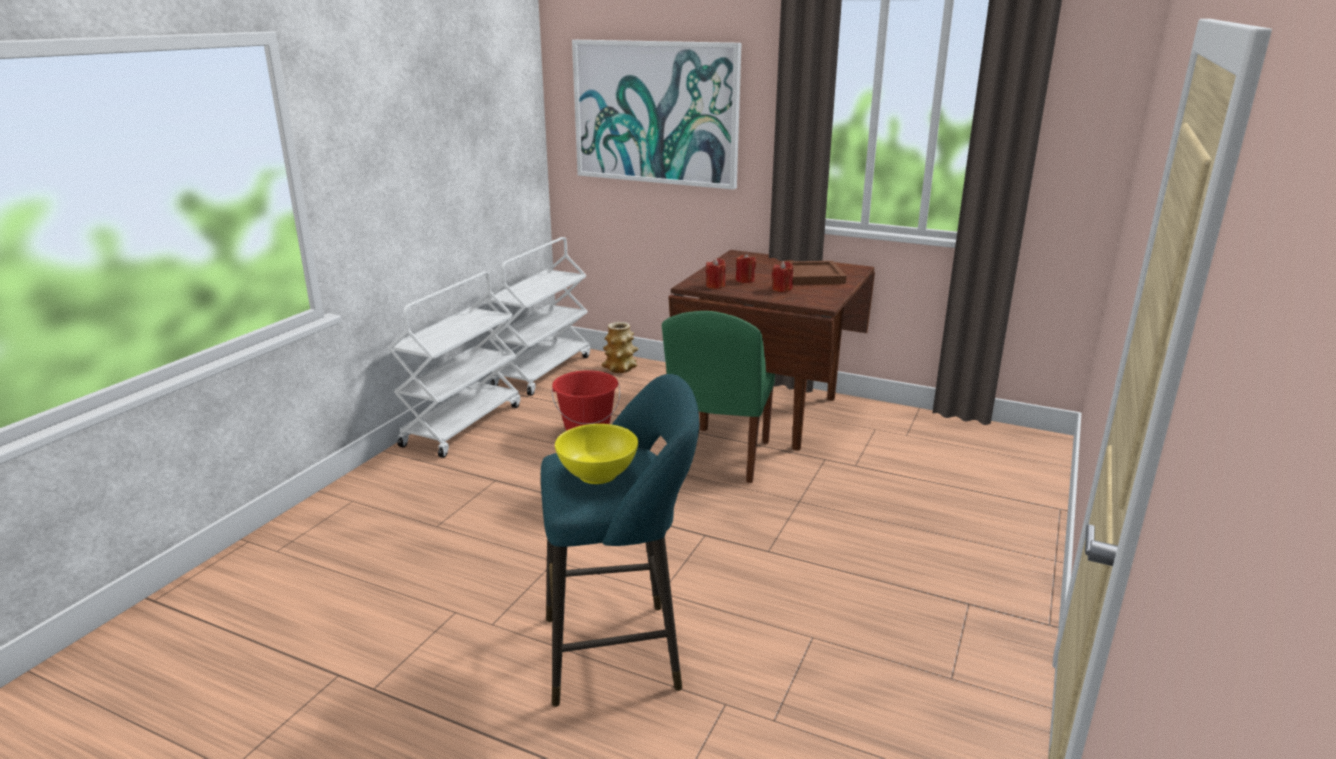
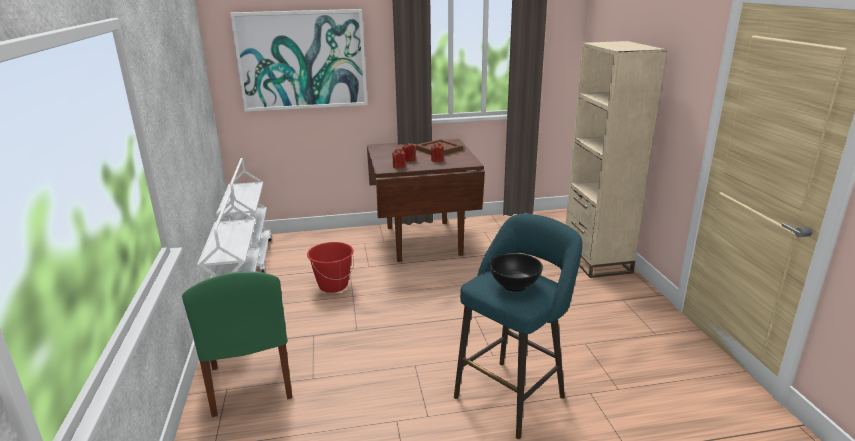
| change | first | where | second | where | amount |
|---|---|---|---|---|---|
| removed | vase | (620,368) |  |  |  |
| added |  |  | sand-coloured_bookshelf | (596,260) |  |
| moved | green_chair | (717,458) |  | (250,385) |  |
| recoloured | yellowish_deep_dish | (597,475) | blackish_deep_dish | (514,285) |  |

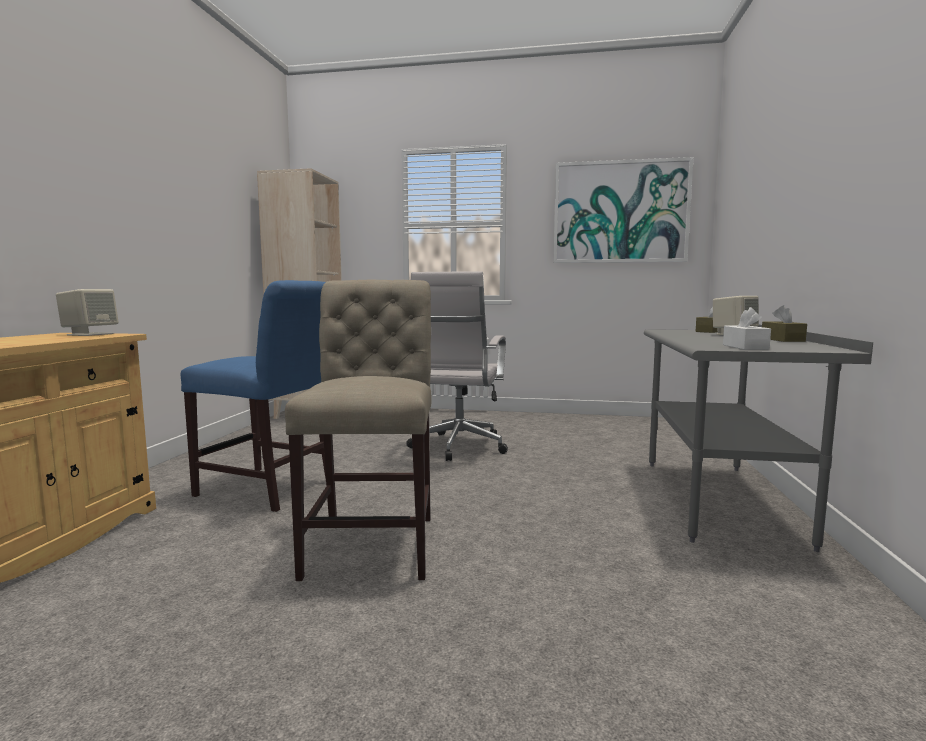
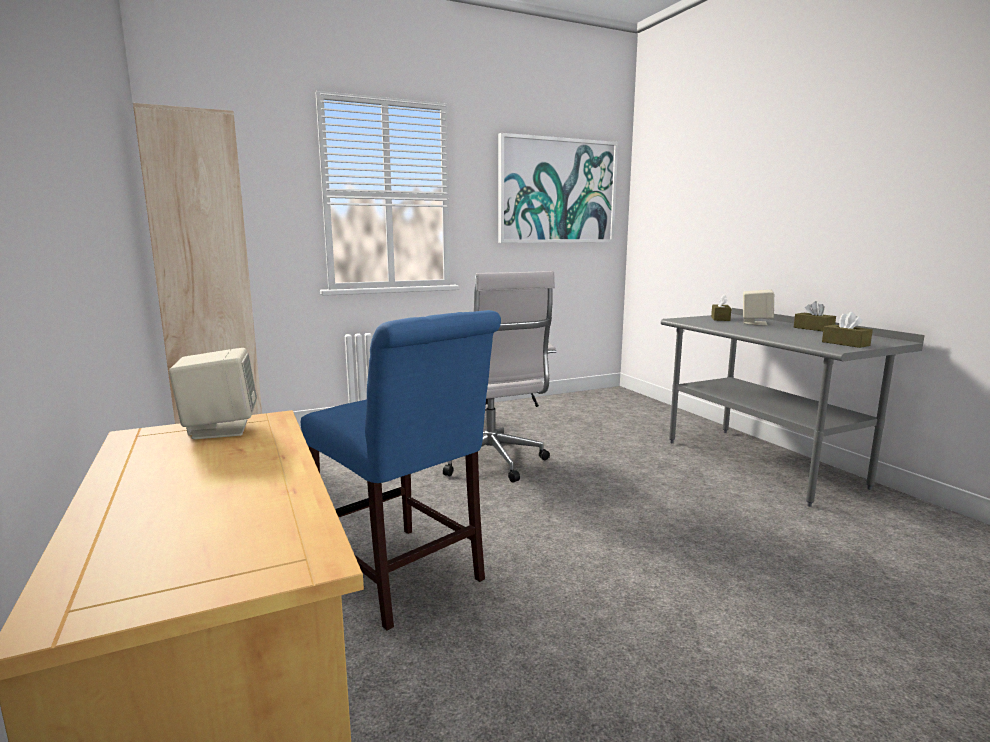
| change | first | where | second | where | amount |
|---|---|---|---|---|---|
| removed | sand-coloured_chair | (374,541) |  |  |  |
| recoloured | white-coloured_tissue_box | (745,347) | brownish_tissue_box | (845,343) |  |
| turned | blue_chair | (271,489) |  | (403,578) | 60 degrees clockwise |

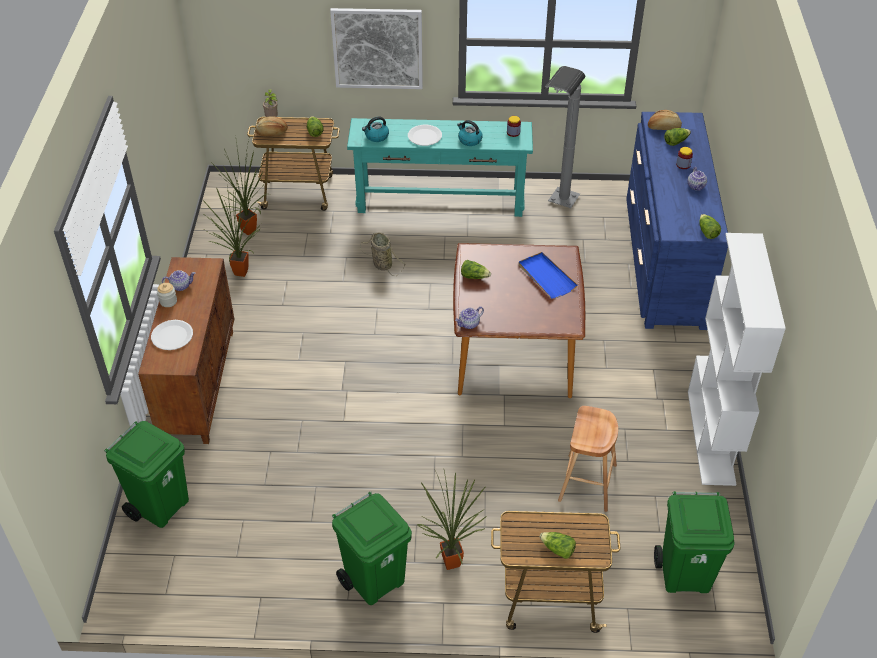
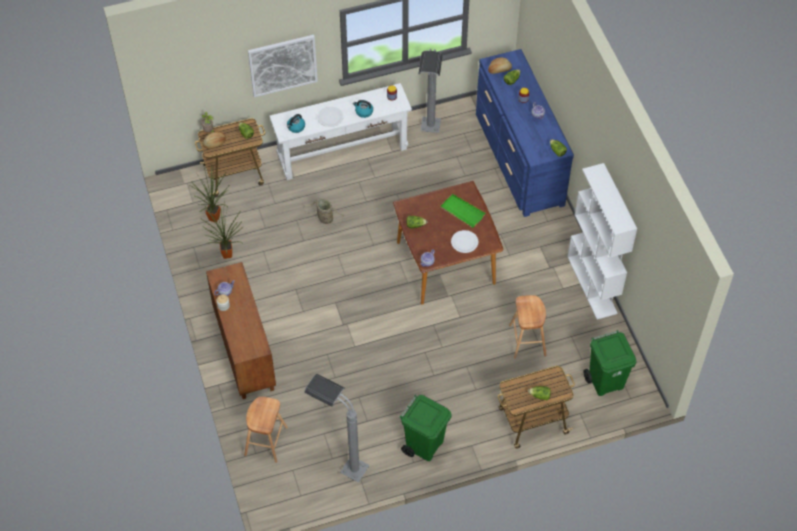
| change | first | where | second | where | amount |
|---|---|---|---|---|---|
| removed | houseplant | (451,560) |  |  |  |
| added |  |  | grey_floor_lamp | (340,463) |  |
| moved | white-coloured_flat_dish | (172,336) |  | (464,242) |  |
| replaced | green_rubbish_bin | (161,506) | brownish_stool | (266,441) |  |
| recoloured | turquoise_hall_table | (440,201) | white-coloured_hall_table | (342,152) |  |
| recoloured | blue_serving_tray | (546,277) | green_serving_tray | (462,211) |  |

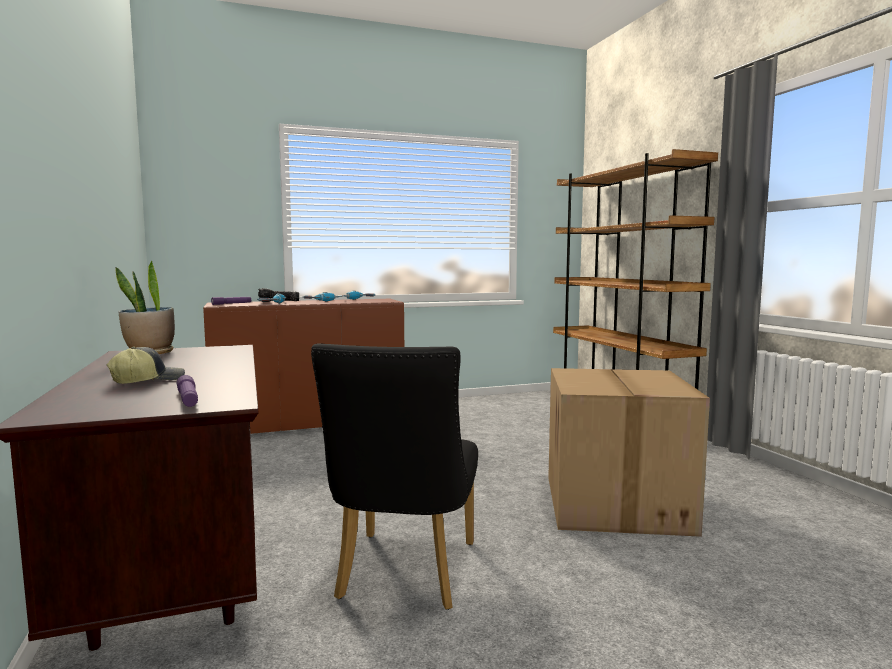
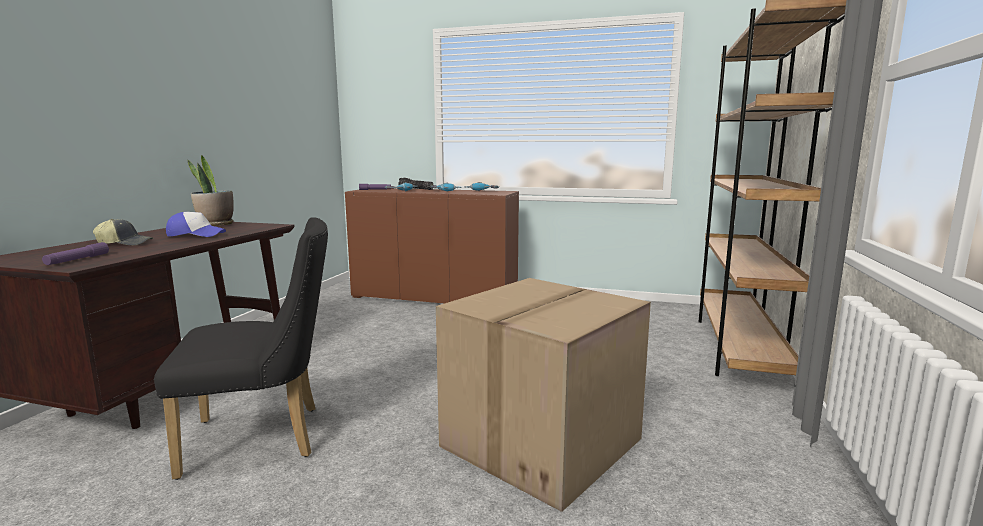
| change | first | where | second | where | amount |
|---|---|---|---|---|---|
| added |  |  | peaked_cap | (196,235) |  |
| turned | blackish_chair | (404,576) |  | (265,438) | 150 degrees counterclockwise |

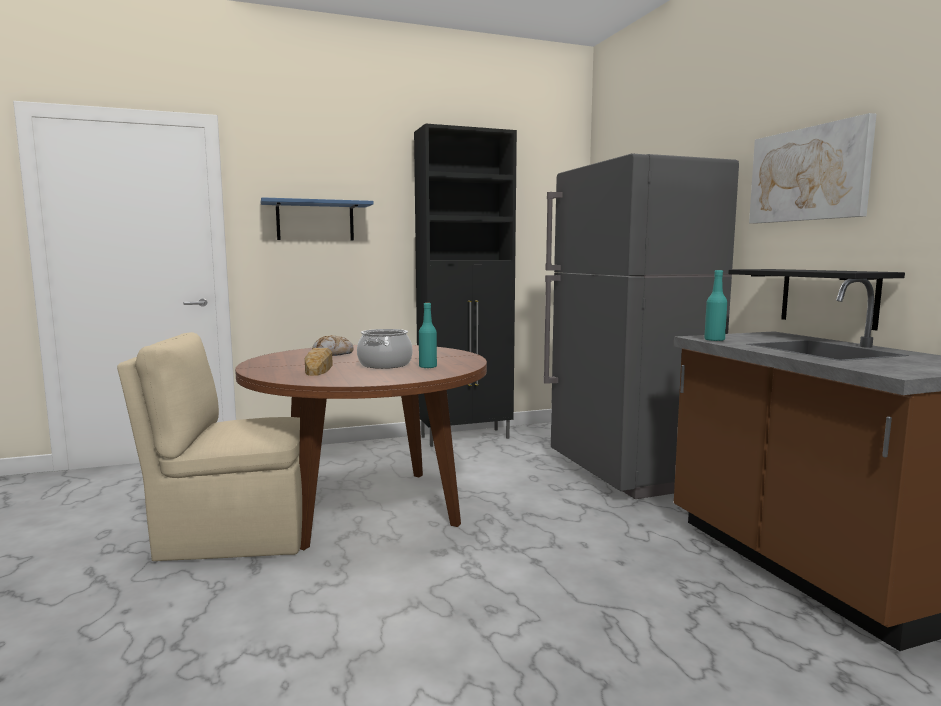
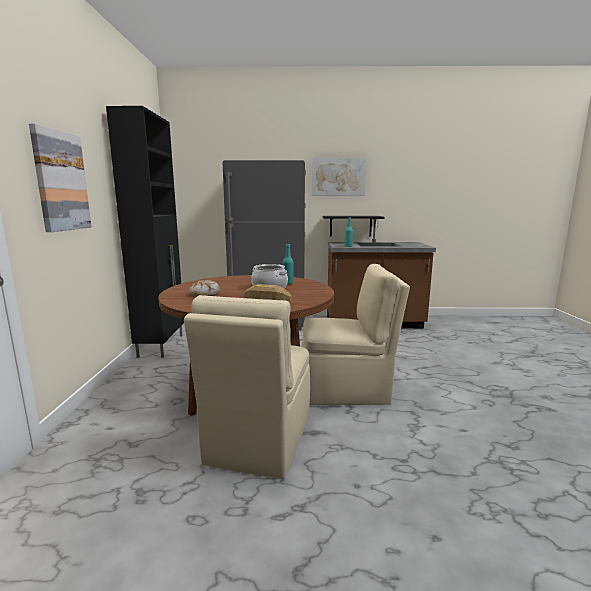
| change | first | where | second | where | amount |
|---|---|---|---|---|---|
| added |  |  | sand-coloured_chair | (347,390) |  |
| replaced | blue_bracket_shelf | (315,221) | wall_picture | (61,181) |  |

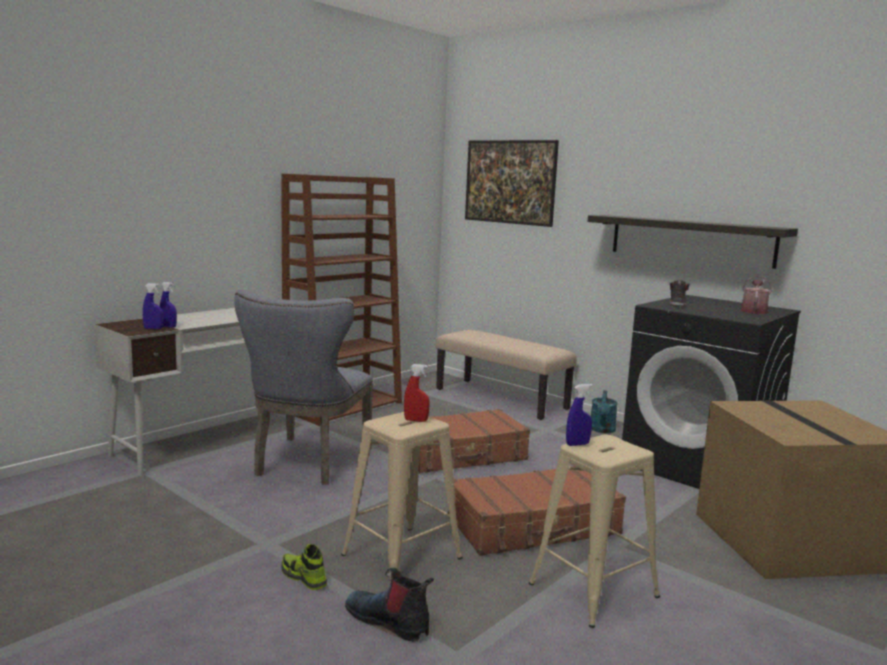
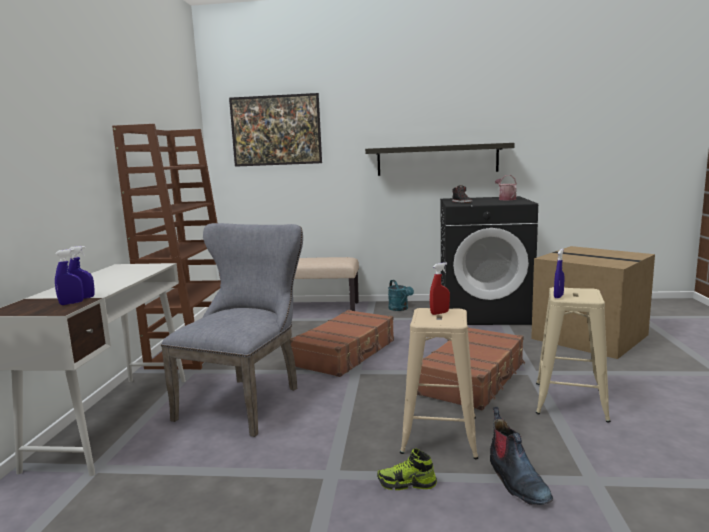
| change | first | where | second | where | amount |
|---|---|---|---|---|---|
| turned | grey_chair | (308,464) |  | (246,400) | 135 degrees counterclockwise |
| turned | boot | (389,621) |  | (516,481) | 105 degrees counterclockwise |

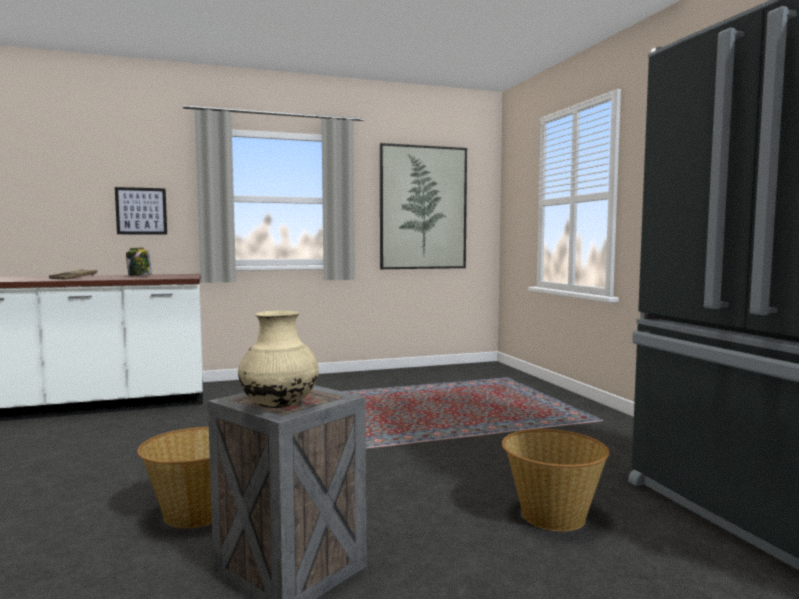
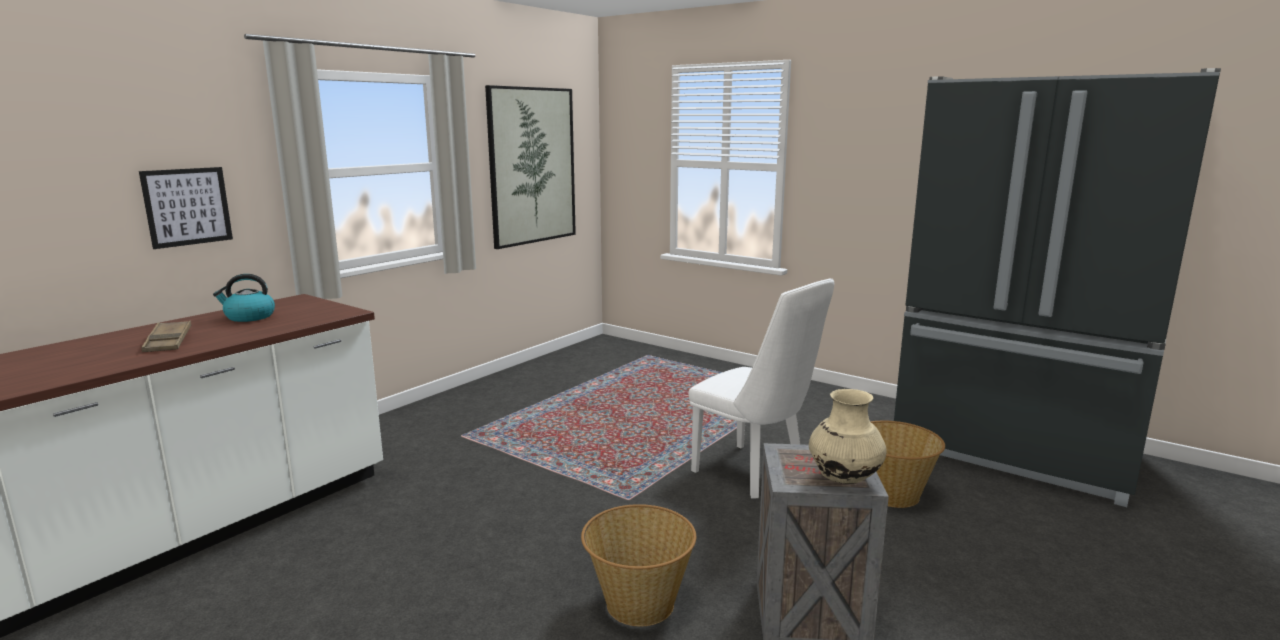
| change | first | where | second | where | amount |
|---|---|---|---|---|---|
| added |  |  | white-coloured_chair | (756,473) |  |
| replaced | storage_jar | (139,276) | water_kettle | (249,317) |  |

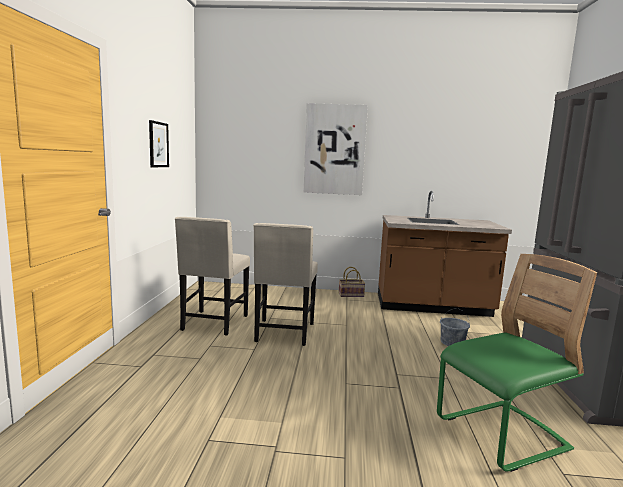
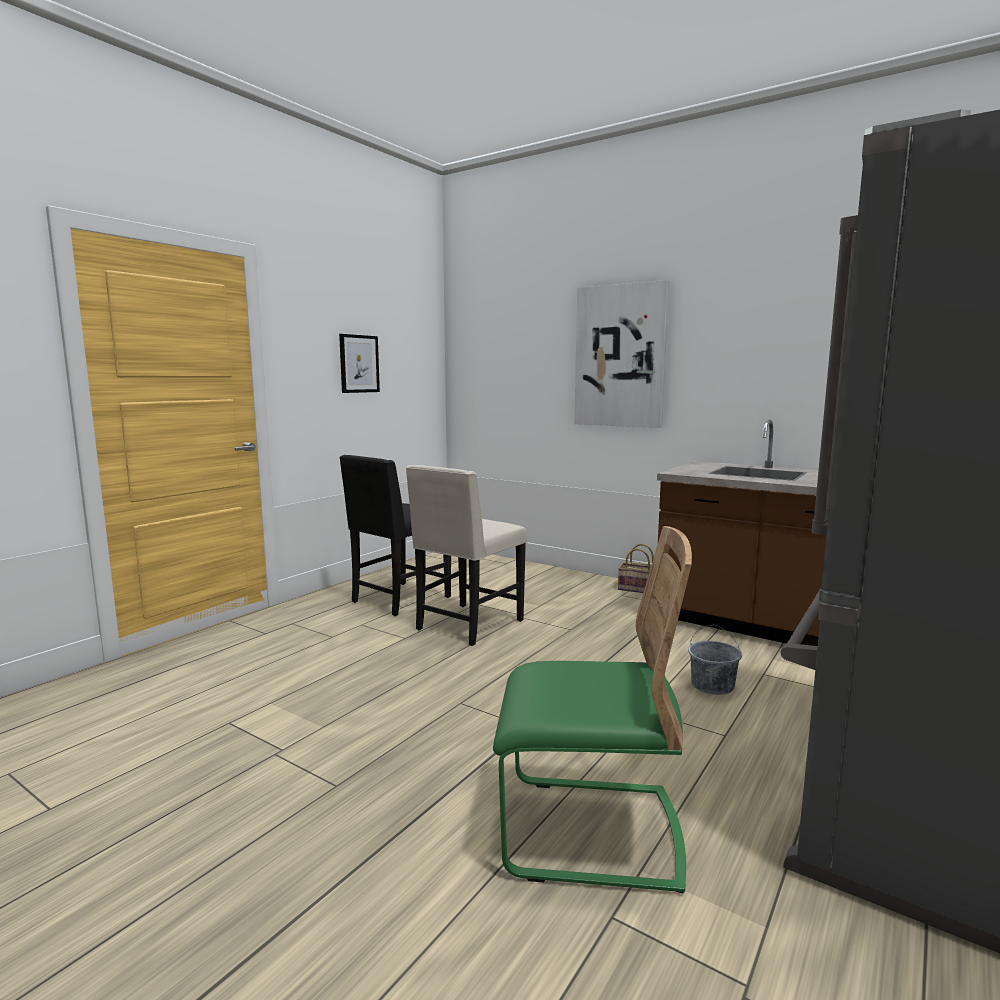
| change | first | where | second | where | amount |
|---|---|---|---|---|---|
| recoloured | sand-coloured_chair | (213,323) | blackish_chair | (399,600) |  |

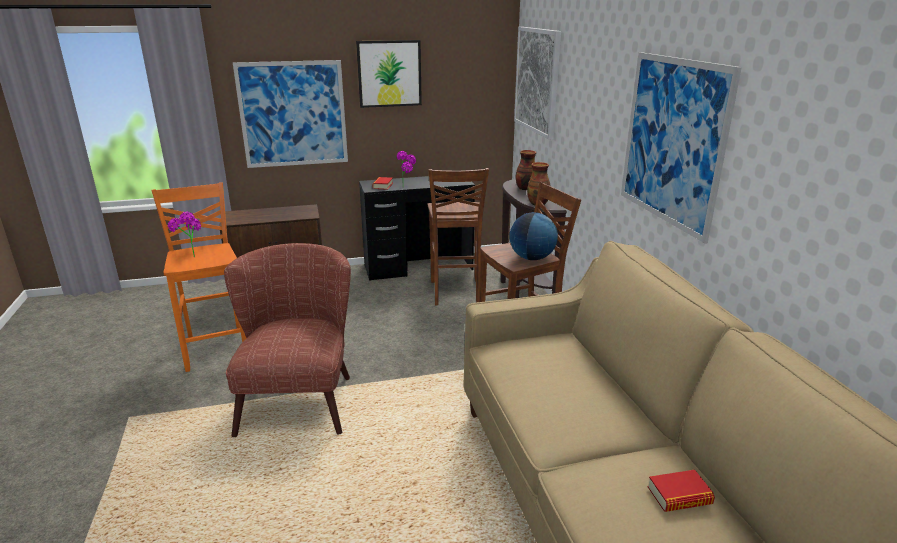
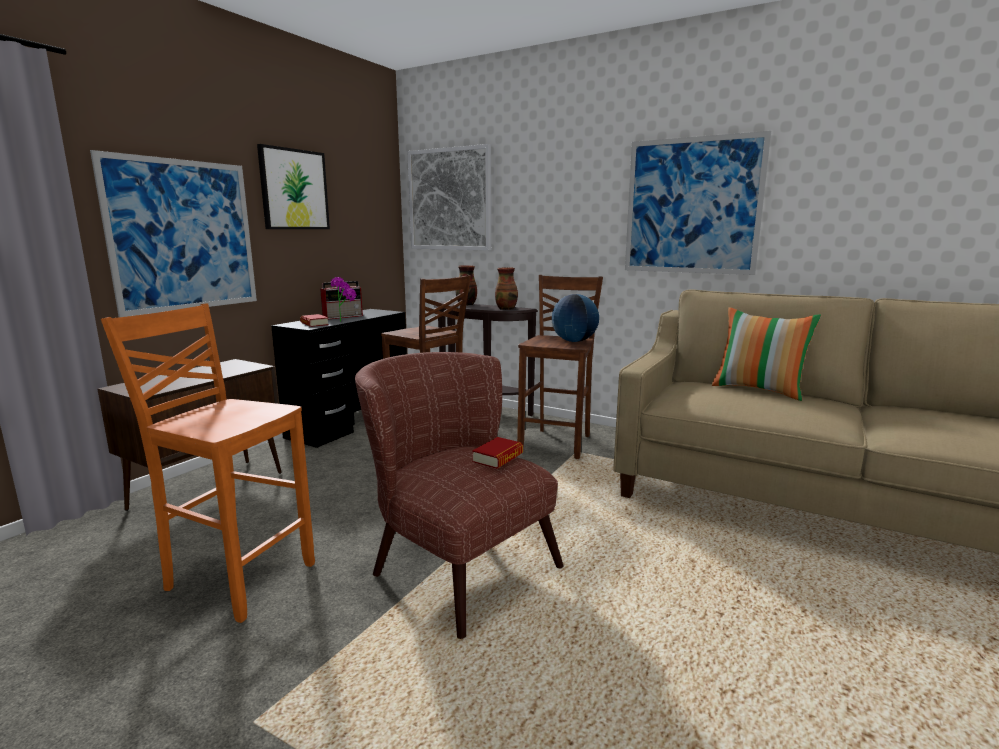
| change | first | where | second | where | amount |
|---|---|---|---|---|---|
| removed | houseplant | (190,255) |  |  |  |
| added |  |  | radio_set | (343,316) |  |
| added |  |  | pillow | (759,390) |  |
| moved | book | (679,496) |  | (498,458) |  |

